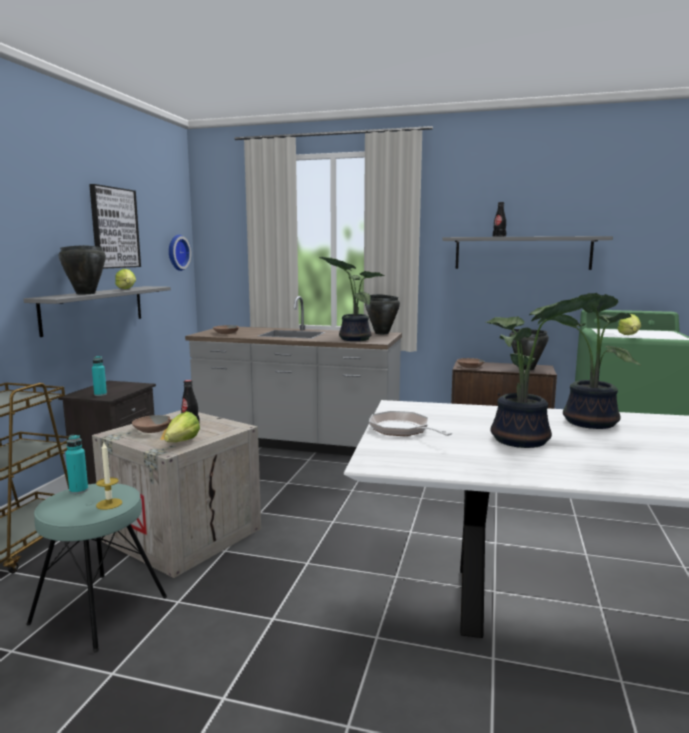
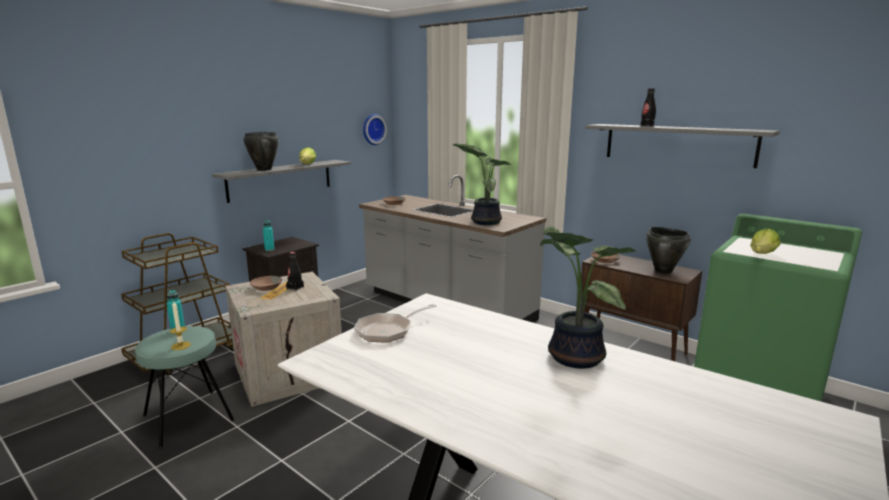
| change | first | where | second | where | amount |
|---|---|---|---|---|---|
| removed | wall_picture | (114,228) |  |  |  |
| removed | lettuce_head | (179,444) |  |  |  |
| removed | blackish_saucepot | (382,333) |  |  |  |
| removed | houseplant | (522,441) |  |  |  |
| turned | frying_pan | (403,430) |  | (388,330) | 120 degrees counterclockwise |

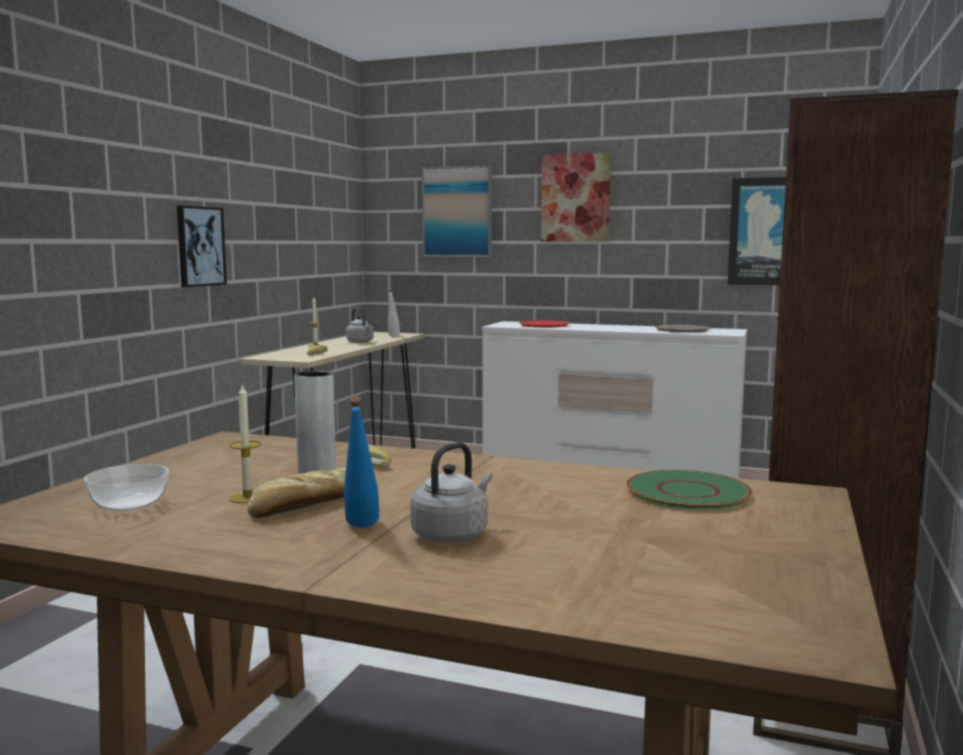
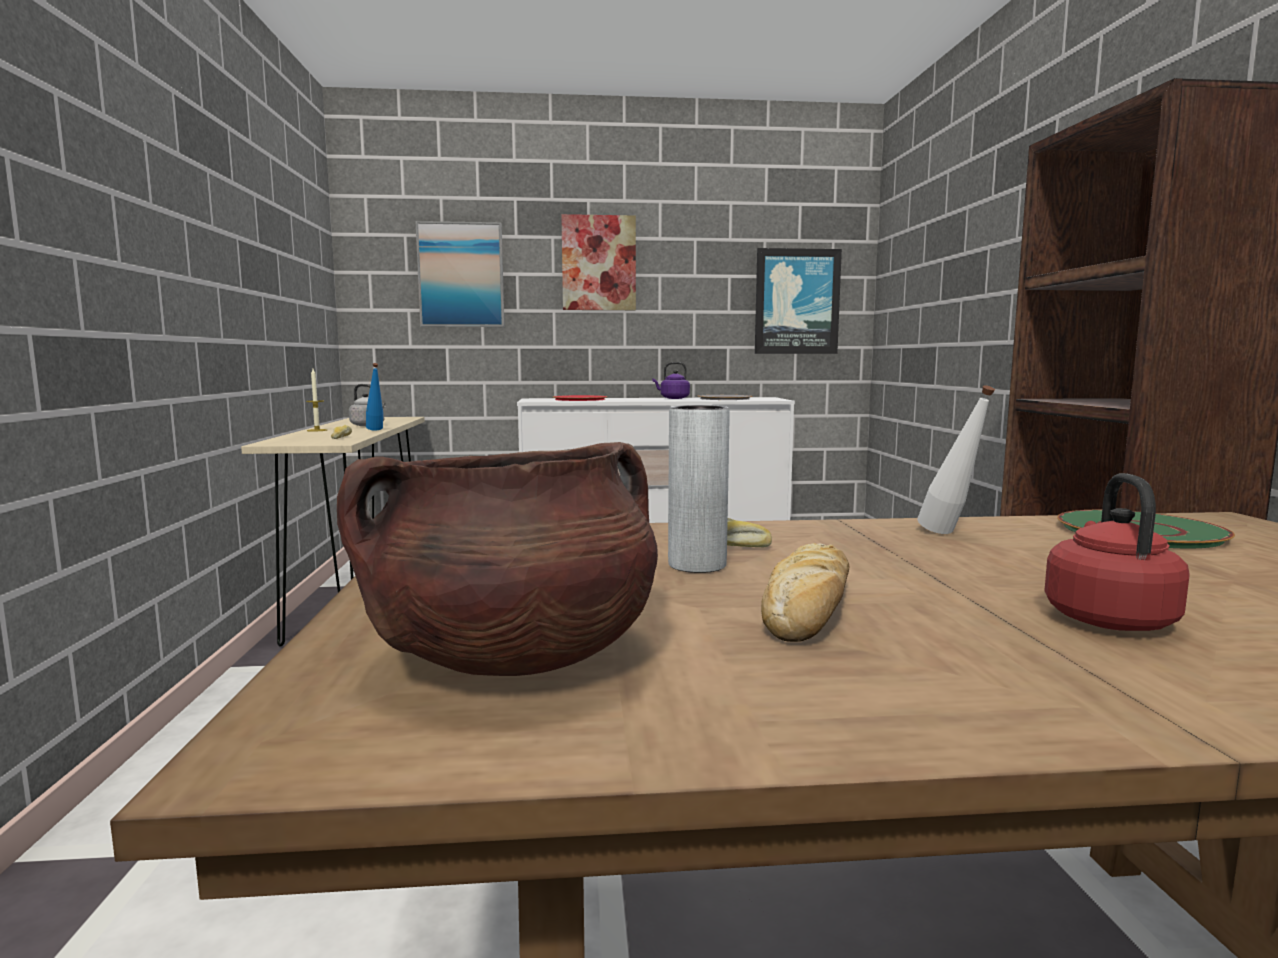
| change | first | where | second | where | amount |
|---|---|---|---|---|---|
| removed | wall_picture | (200,246) |  |  |  |
| removed | wax_candle | (247,497) |  |  |  |
| added |  |  | purplish_water_kettle | (673,398) |  |
| moved | blue_beverage_bottle | (361,529) |  | (376,430) |  |
| moved | white-coloured_beverage_bottle | (393,336) |  | (951,535) |  |
| replaced | deep_dish | (128,504) | brownish_saucepot | (514,657) |  |
| recoloured | grey_water_kettle | (452,535) | red-coloured_water_kettle | (1107,618) |  |

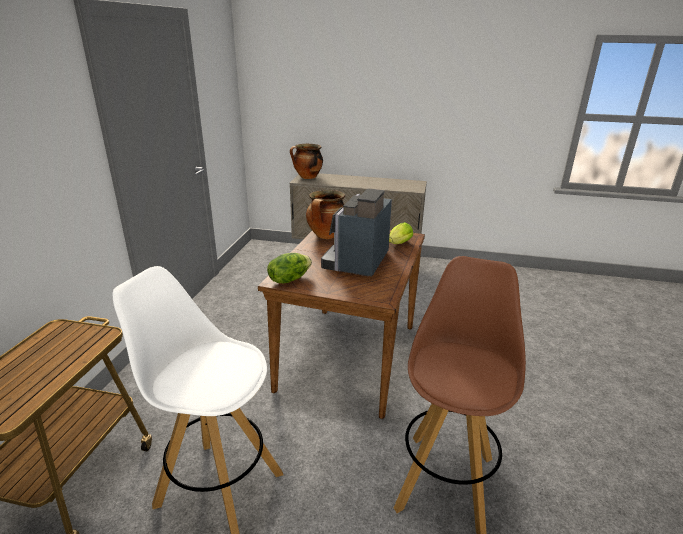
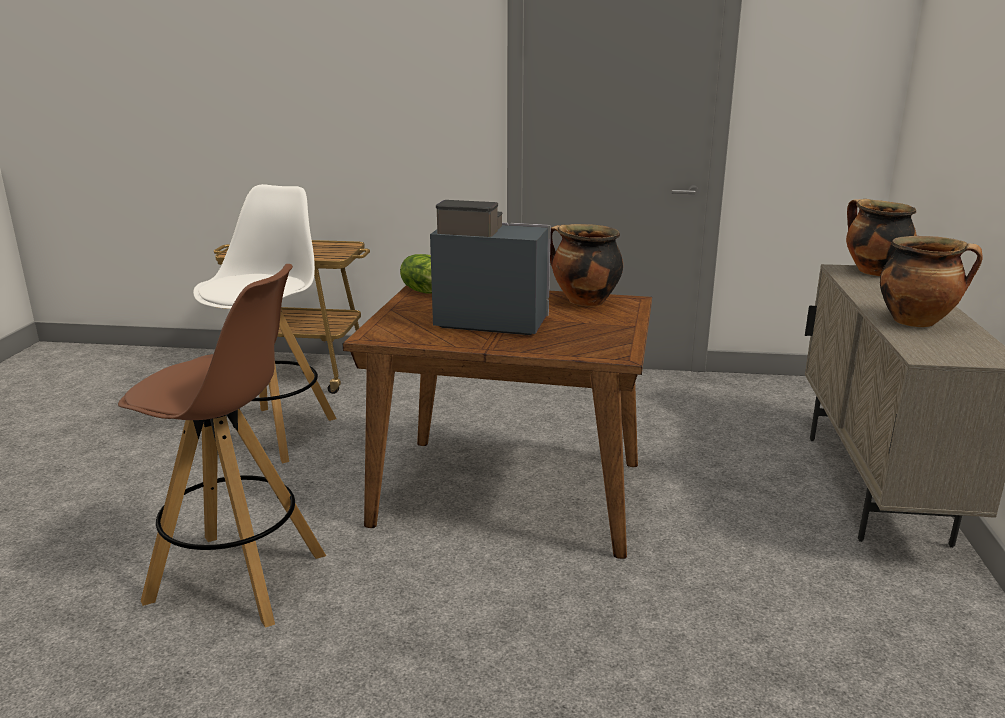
| change | first | where | second | where | amount |
|---|---|---|---|---|---|
| removed | lettuce_head | (398,244) |  |  |  |
| added |  |  | saucepot | (917,321) |  |

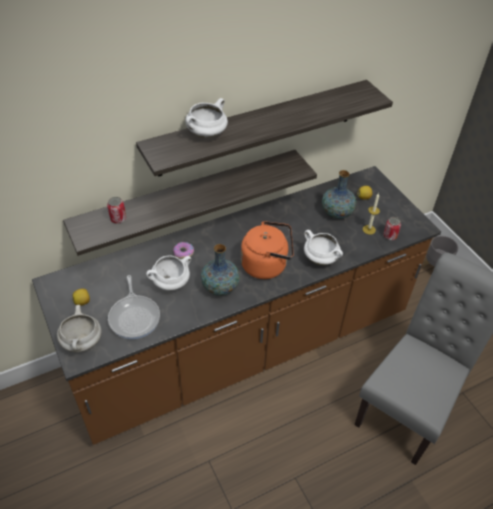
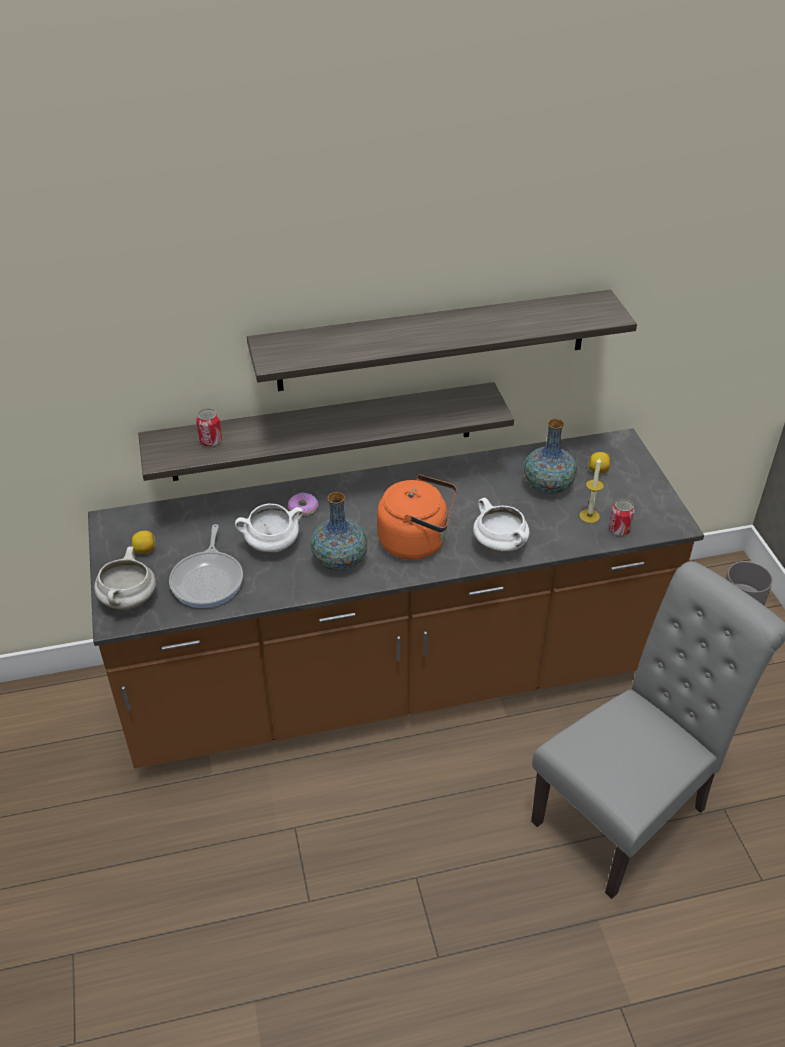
| change | first | where | second | where | amount |
|---|---|---|---|---|---|
| removed | white-coloured_saucepot | (206,134) |  |  |  |

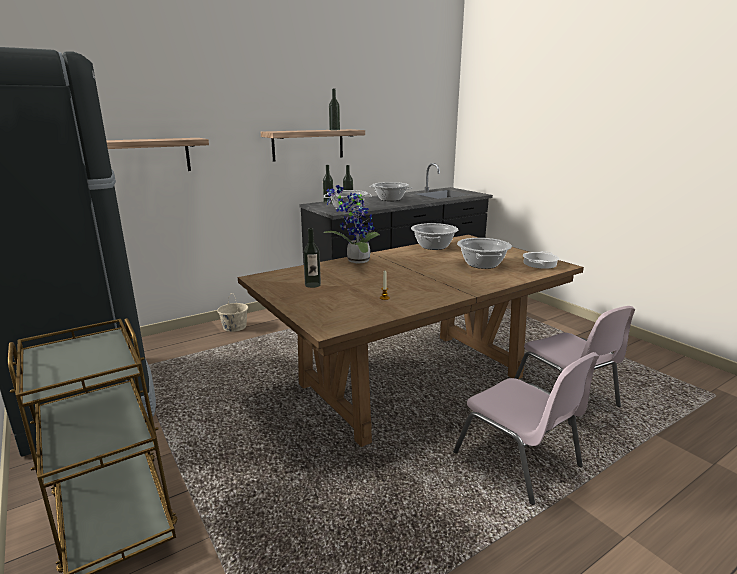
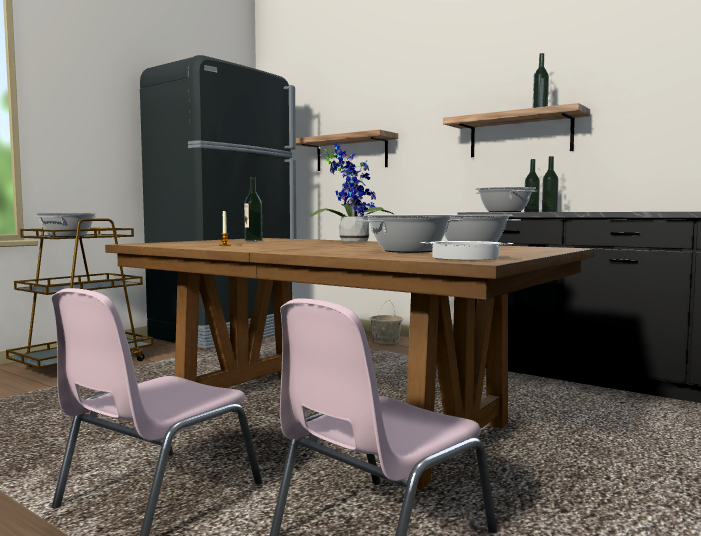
| change | first | where | second | where | amount |
|---|---|---|---|---|---|
| moved | saucepot | (390,199) |  | (67,236) |  |

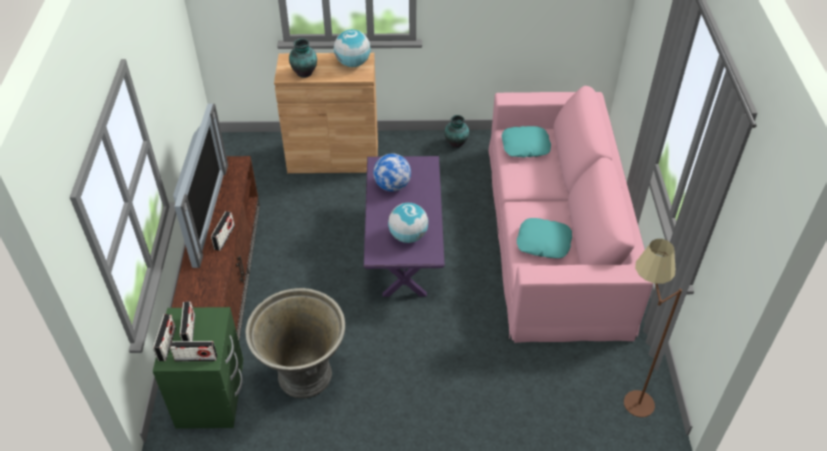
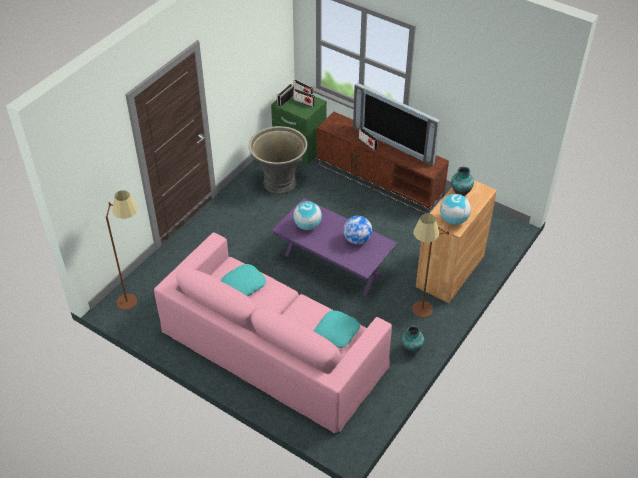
| change | first | where | second | where | amount |
|---|---|---|---|---|---|
| added |  |  | brownish_floor_lamp | (419,316) |  |

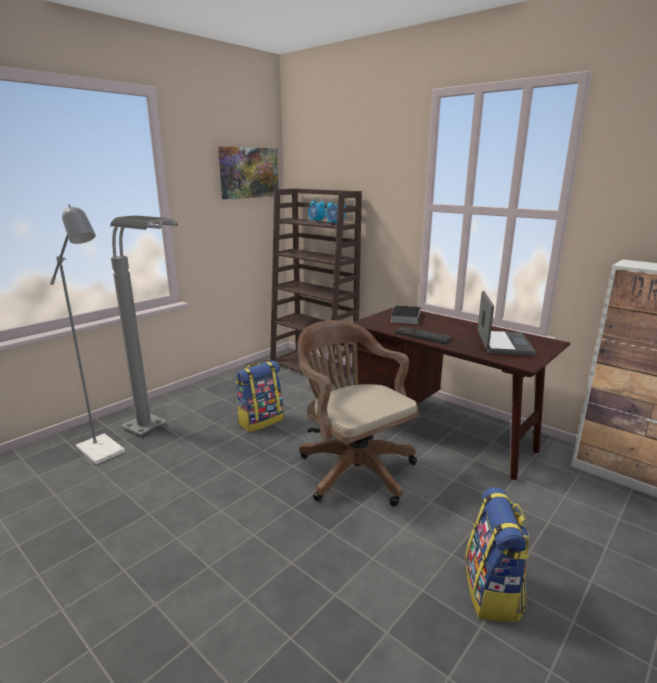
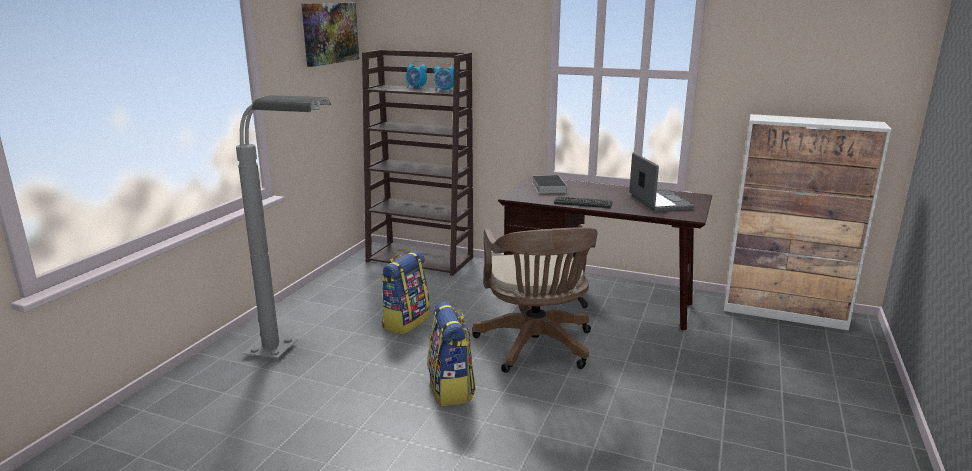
| change | first | where | second | where | amount |
|---|---|---|---|---|---|
| removed | grey_floor_lamp | (105,453) |  |  |  |
| moved | backpack | (493,592) |  | (451,389) |  |
| turned | brownish_computer_chair | (353,468) |  | (536,347) | 135 degrees counterclockwise |

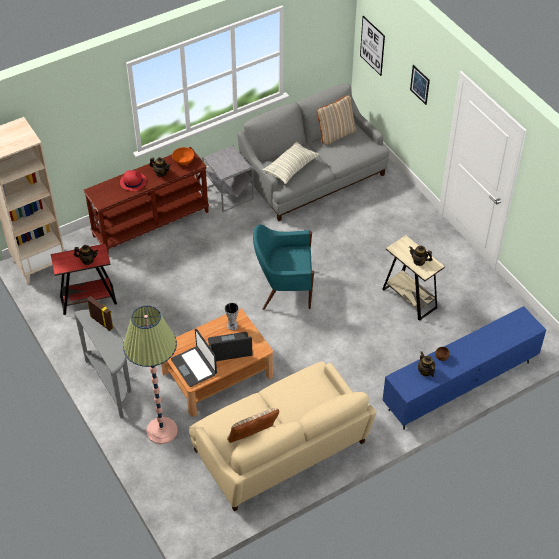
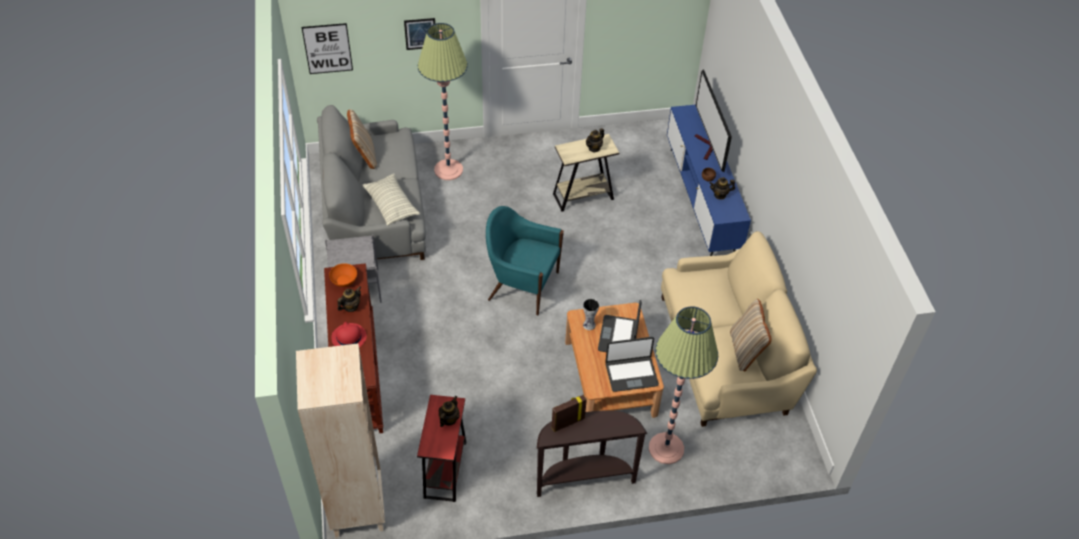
| change | first | where | second | where | amount |
|---|---|---|---|---|---|
| added |  |  | floor_lamp | (448,170) |  |
| added |  |  | television | (707,147) |  |
| recoloured | grey_hall_table | (112,384) | brownish_hall_table | (583,478) |  |
| turned | turquoise_lounge_chair | (284,289) |  | (522,285) | 90 degrees clockwise |

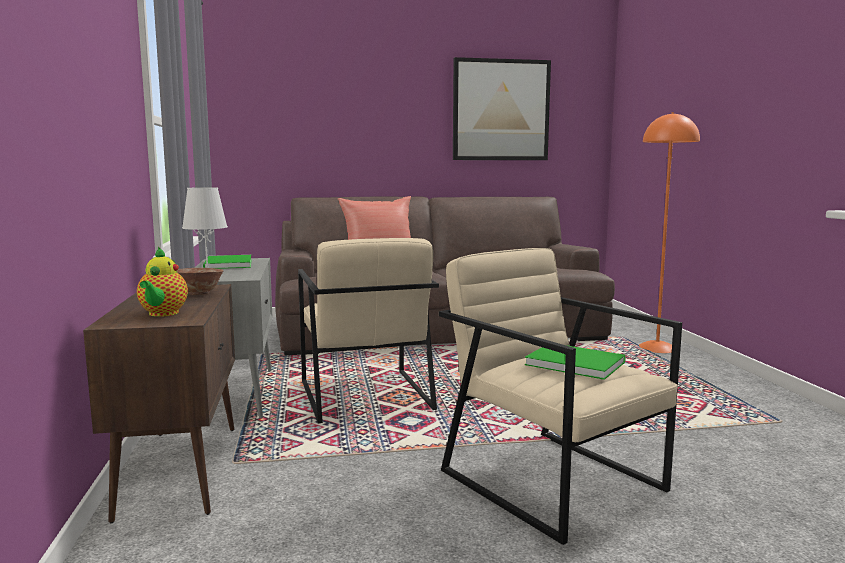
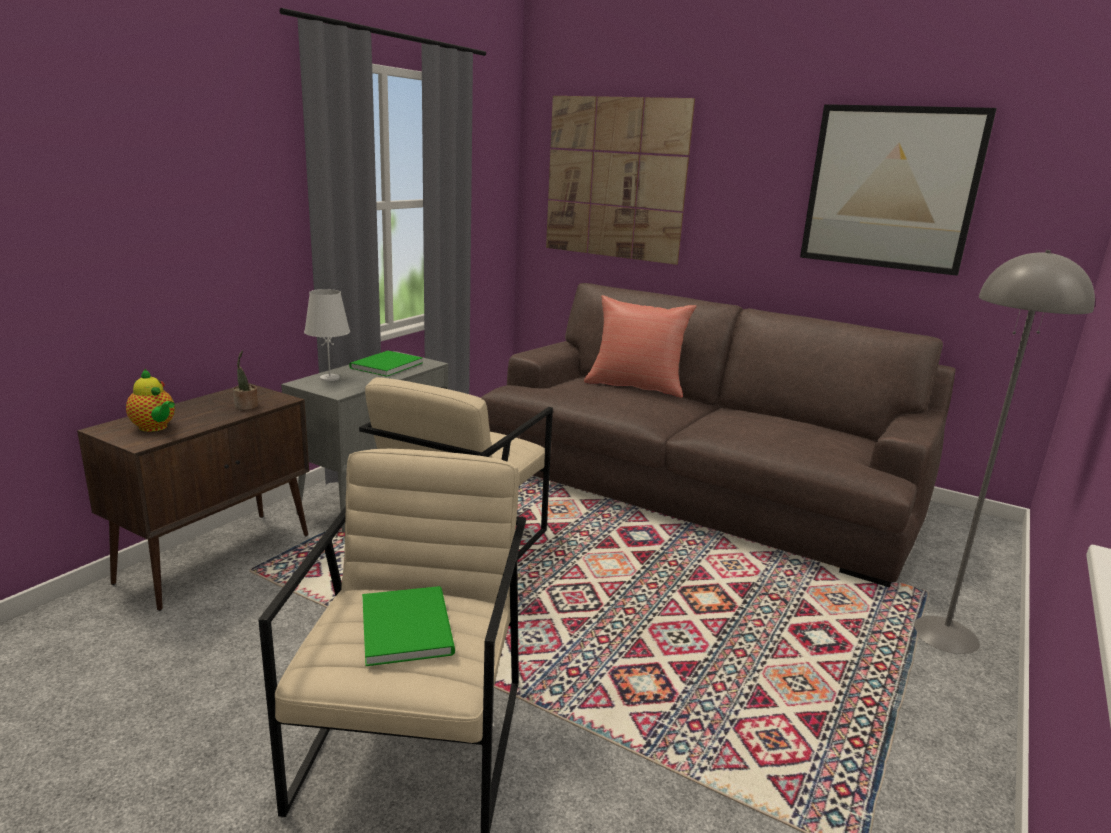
| change | first | where | second | where | amount |
|---|---|---|---|---|---|
| added |  |  | wall_picture | (615,179) |  |
| replaced | deep_dish | (198,293) | houseplant | (246,407) |  |
| recoloured | orange_floor_lamp | (657,348) | grey_floor_lamp | (945,634) |  |
| turned | teapot | (162,314) |  | (155,428) | 90 degrees counterclockwise |

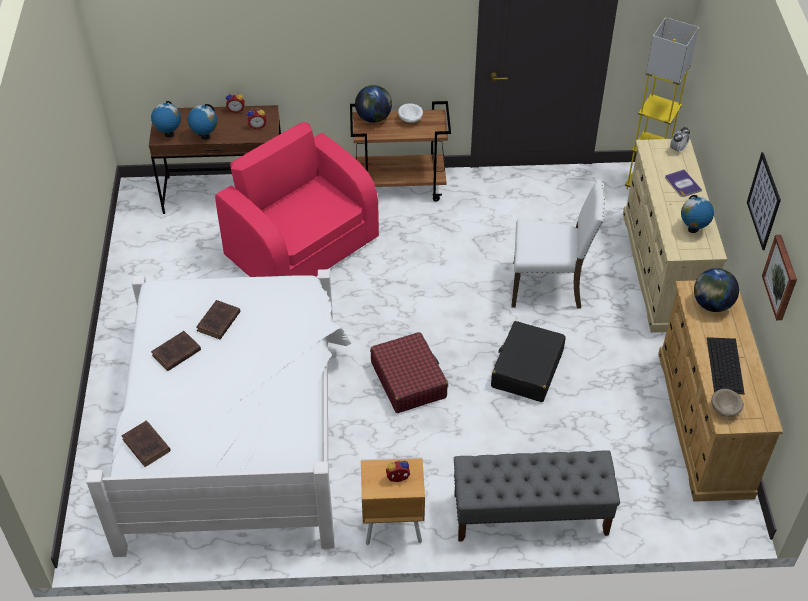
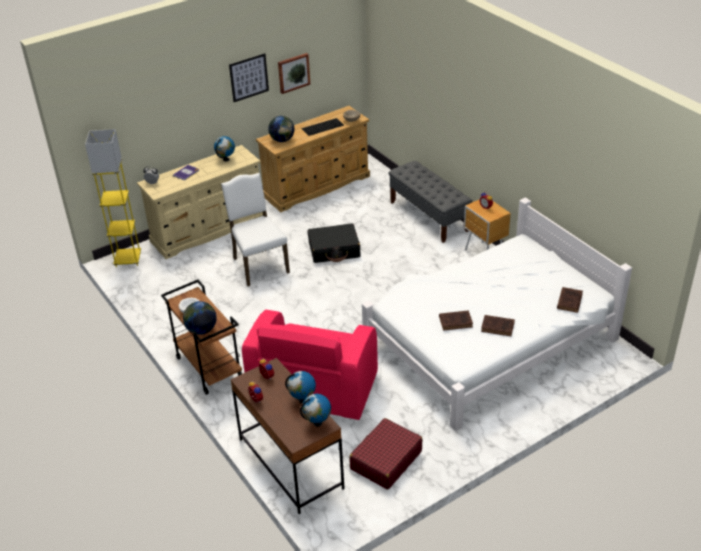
| change | first | where | second | where | amount |
|---|---|---|---|---|---|
| moved | red-coloured_piece_of_luggage | (408,380) |  | (385,460) |  |

